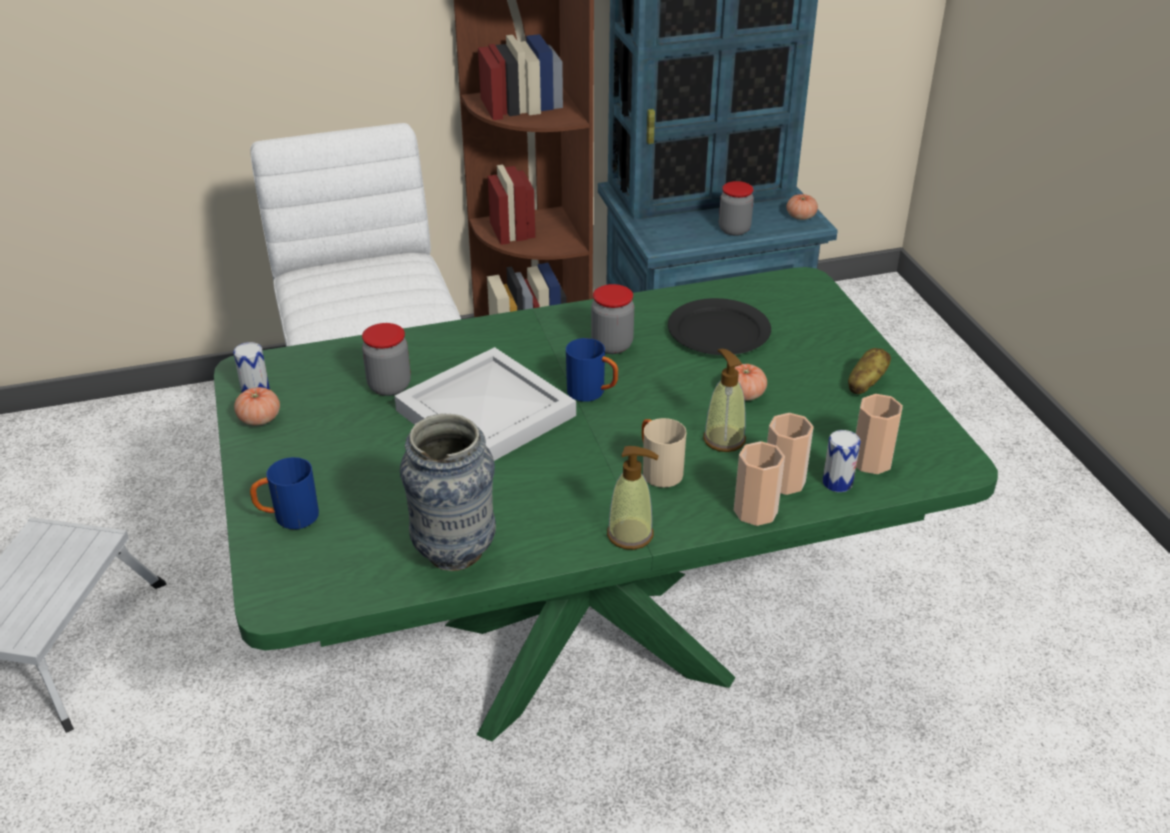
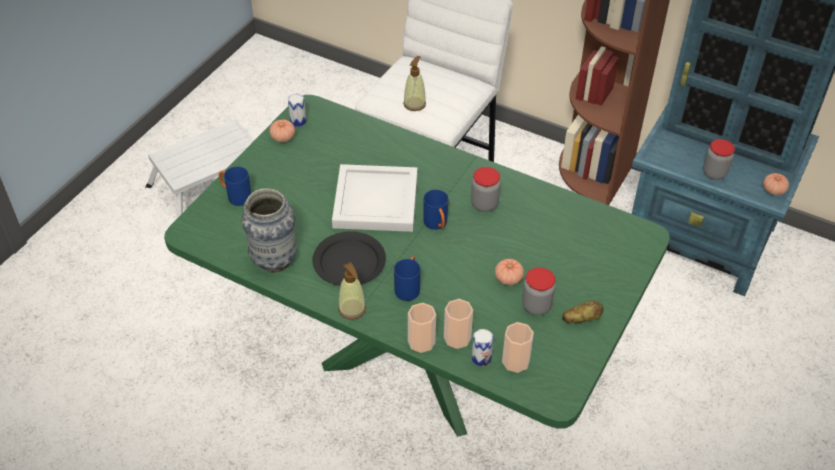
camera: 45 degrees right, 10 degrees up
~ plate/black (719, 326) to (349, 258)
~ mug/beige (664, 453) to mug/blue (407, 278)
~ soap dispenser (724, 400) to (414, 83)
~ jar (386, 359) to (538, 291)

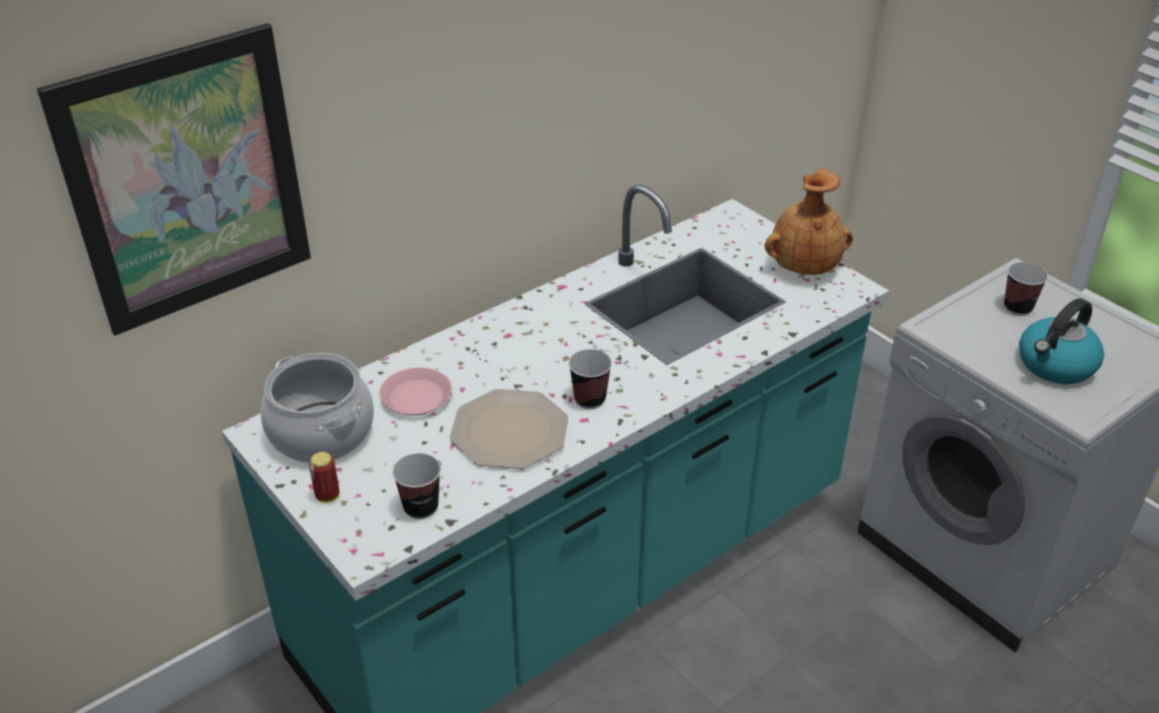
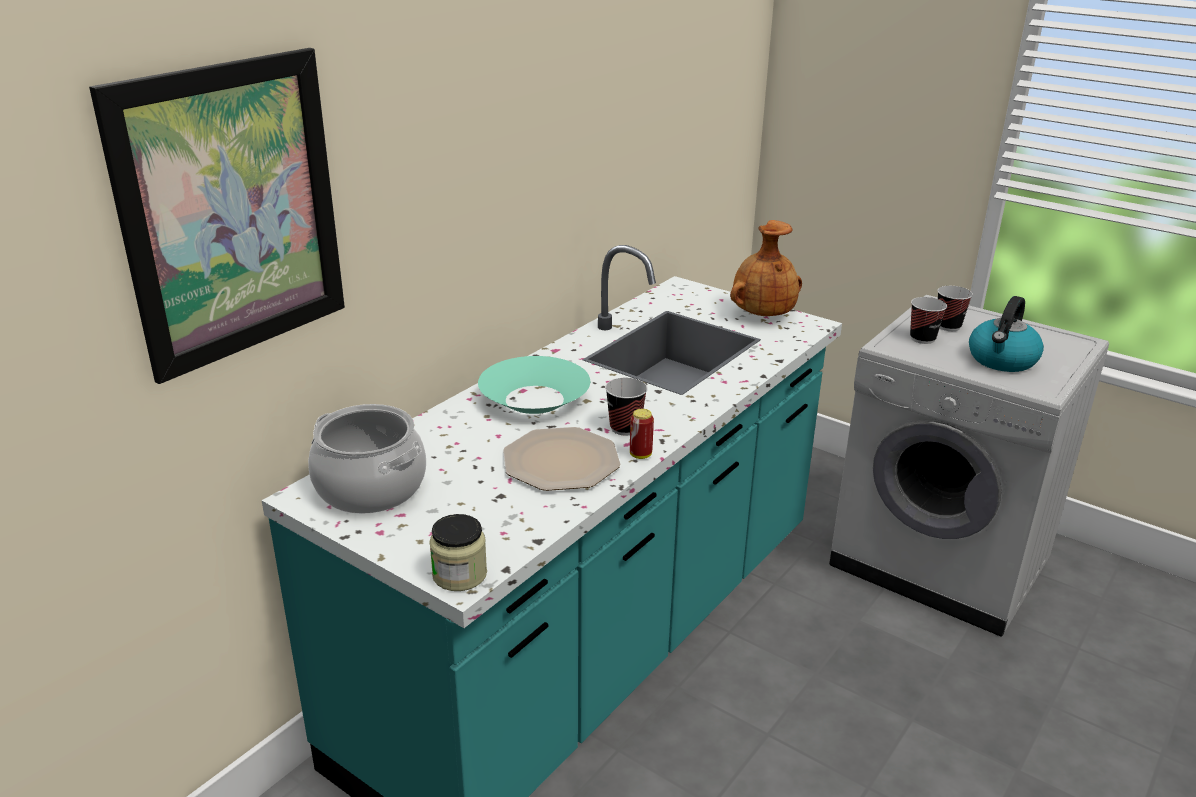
camera: 15 degrees left, 10 degrees down
+ jar (458, 552)
+ bowl/turquoise (534, 385)
~ can (324, 477) to (642, 434)
~ cup (416, 486) to (928, 320)
- plate/pink (415, 392)

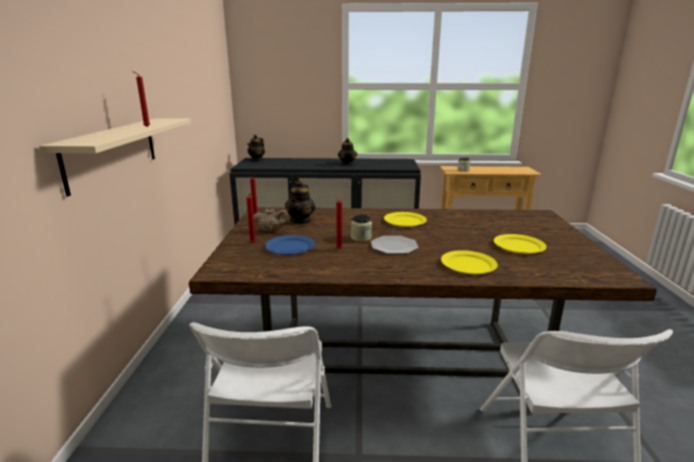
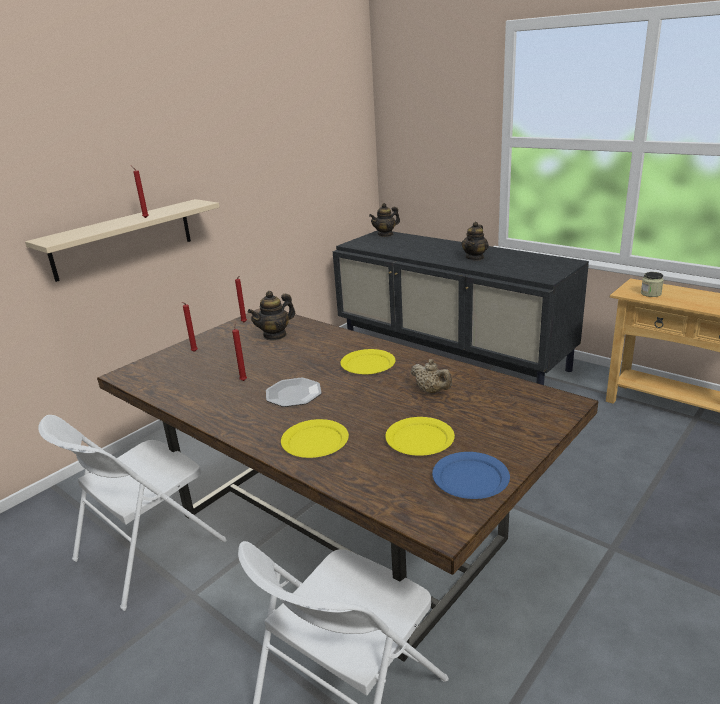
camera: 40 degrees right, 5 degrees up
~ teapot/beige (271, 219) to (431, 376)
~ plate/blue (290, 245) to (471, 475)
- jar (361, 228)

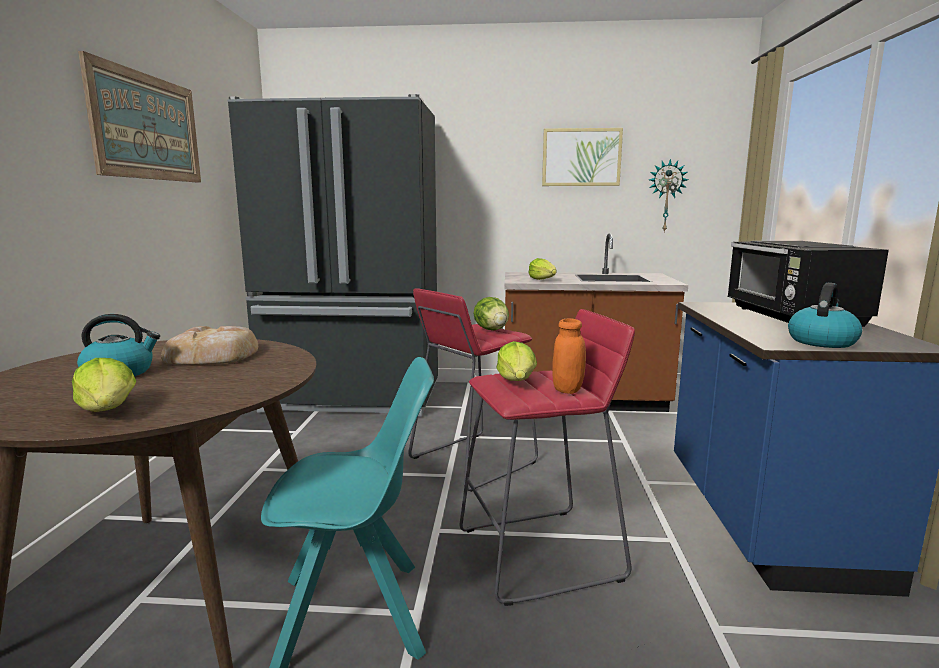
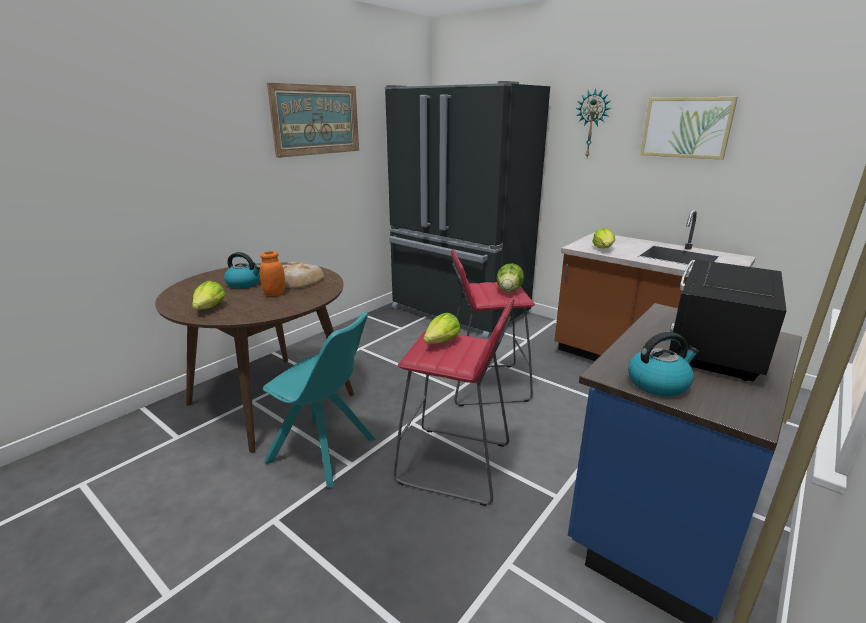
camera: 35 degrees right, 10 degrees up
~ jar/orange (569, 356) to (272, 273)
~ wall clock (669, 196) to (593, 122)

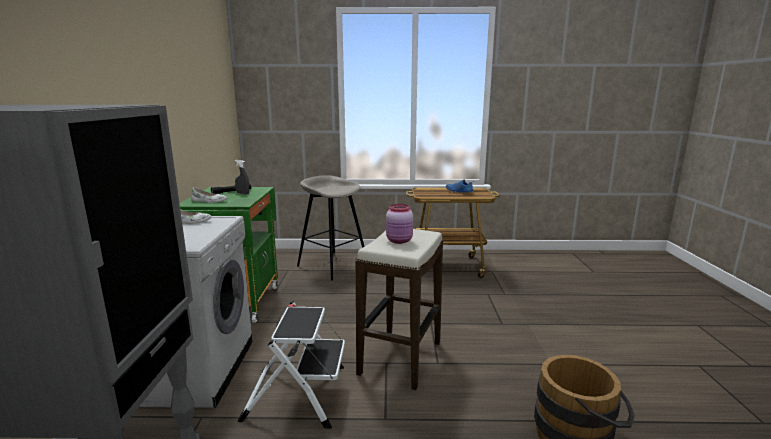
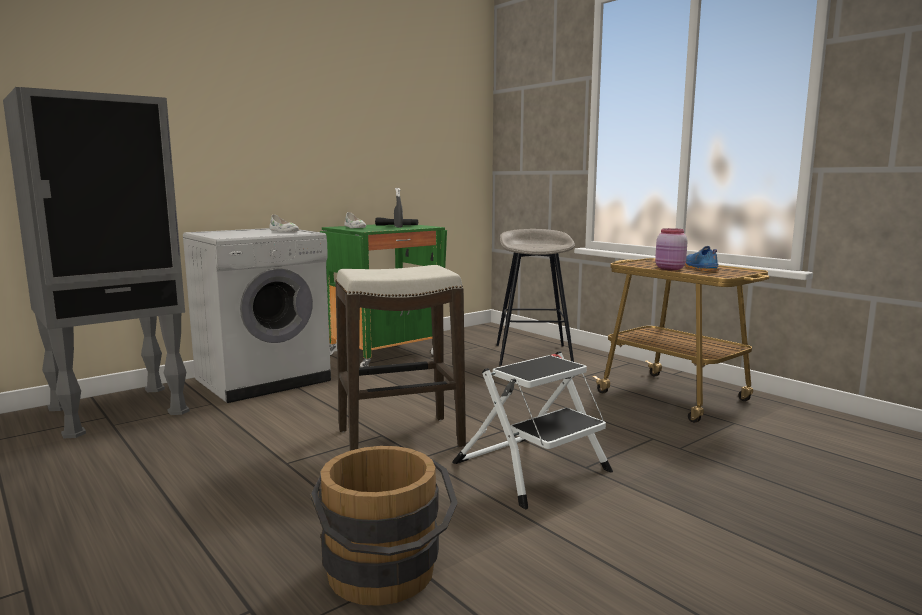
camera: 50 degrees right, 5 degrees down
~ step ladder (291, 365) to (532, 430)
~ jar/pink (399, 224) to (671, 249)

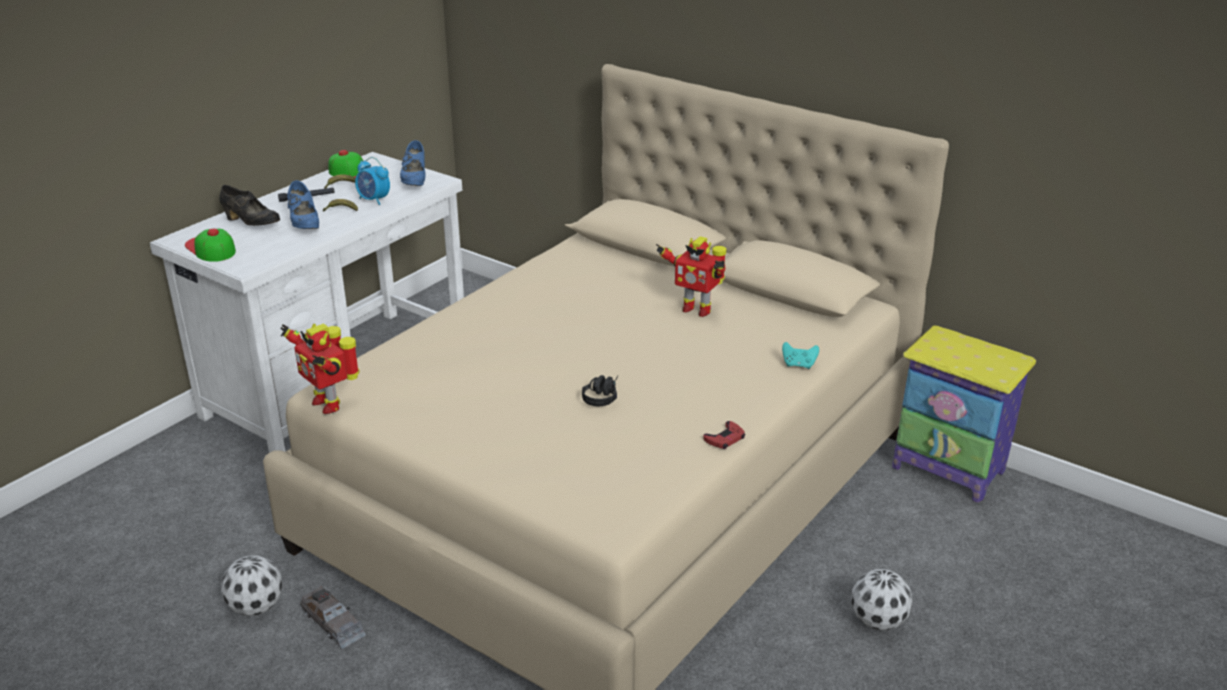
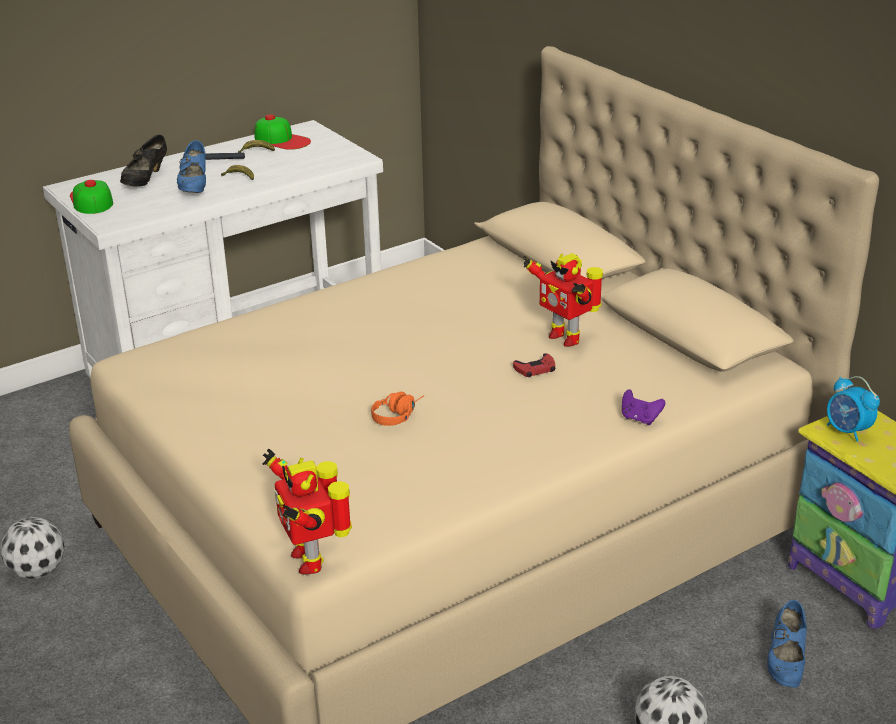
camera: 20 degrees right, 0 degrees up
~ shoe/black (249, 205) = (143, 161) 60 degrees clockwise
~ toy robot (320, 369) to (307, 512)
~ headphones/black (600, 391) to headphones/orange (397, 409)
~ game controller/red (724, 435) to (534, 365)
~ game controller/turquoise (800, 355) to game controller/purple (643, 407)
~ shoe/blue (412, 163) to (787, 644)
~ alarm clock (372, 181) to (853, 409)
- toy car/grey (333, 617)

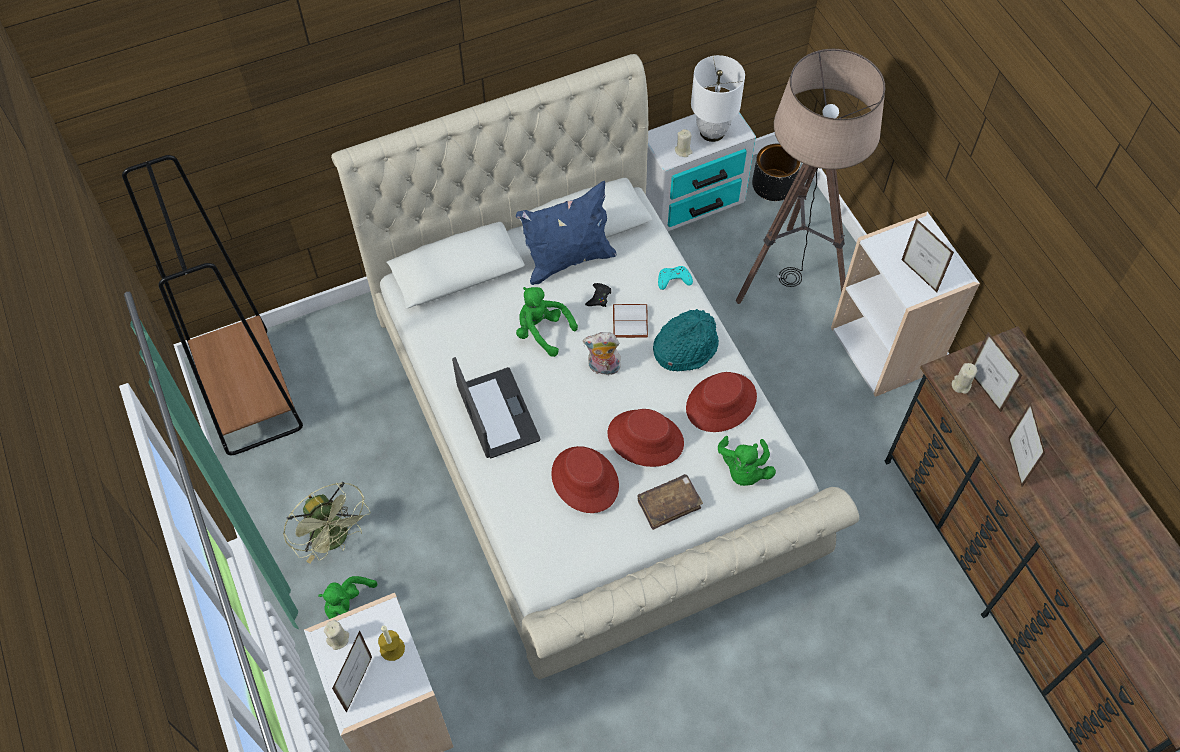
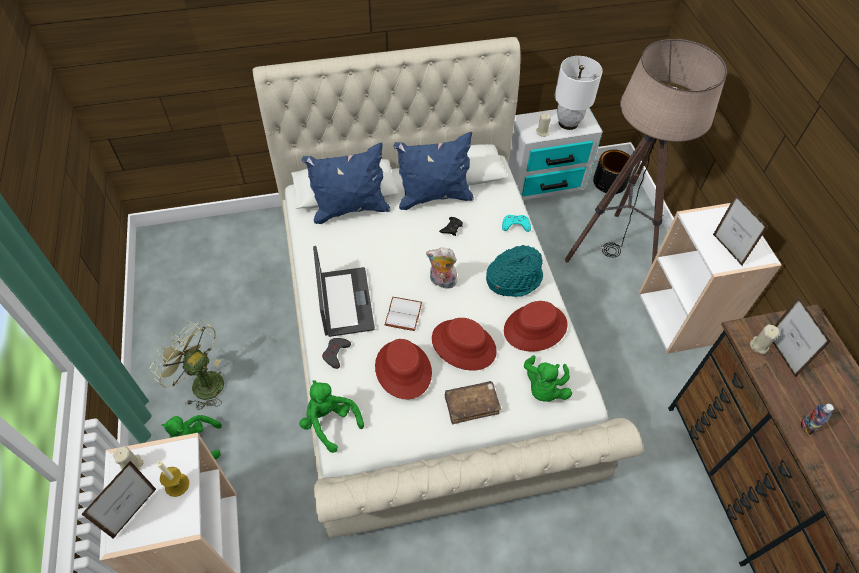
camera: 10 degrees right, 5 degrees down
~ fan/green (327, 522) = (187, 365) 150 degrees clockwise
~ plush toy/green (547, 322) to (331, 416)
+ pillow/blue (346, 183)
+ game controller/grey (336, 353)
~ book/white (630, 321) to (403, 314)
~ picture frame (1026, 444) to bottle (817, 419)
- clothes rack (212, 305)

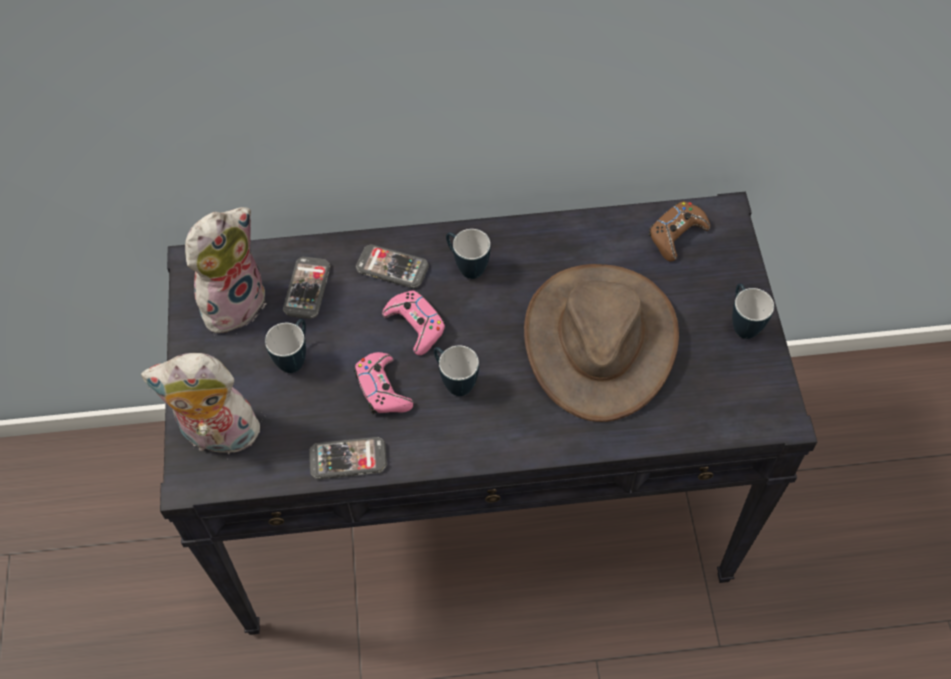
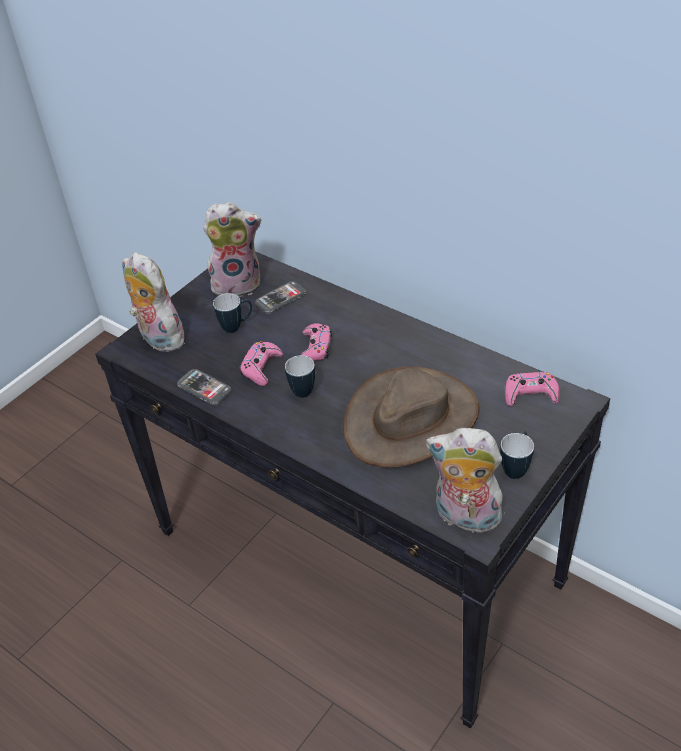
camera: 45 degrees right, 15 degrees down
+ plush toy (466, 482)
~ game controller/brown (679, 231) to game controller/pink (532, 389)
- phone (392, 266)
- mug (468, 254)

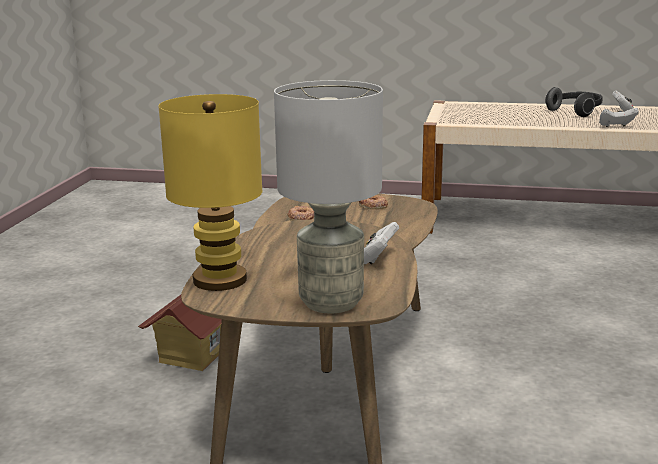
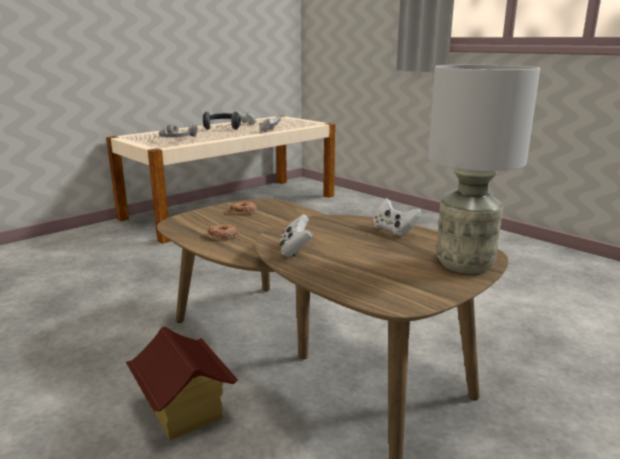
camera: 55 degrees left, 0 degrees up
+ headphones/grey (178, 131)
+ game controller/white (296, 235)
- table lamp/yellow (210, 192)

